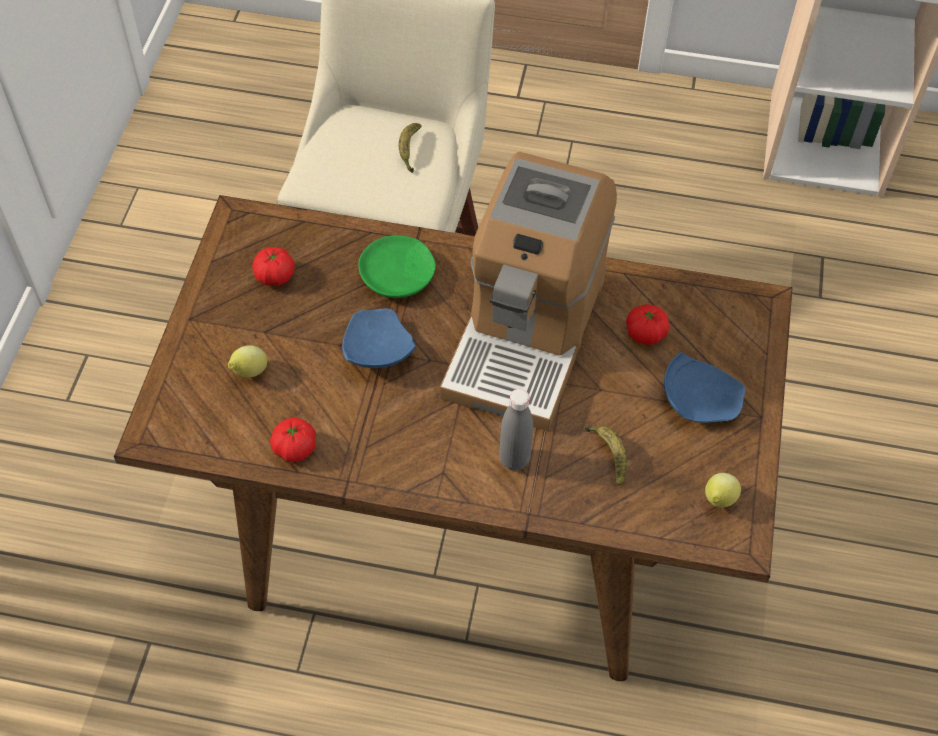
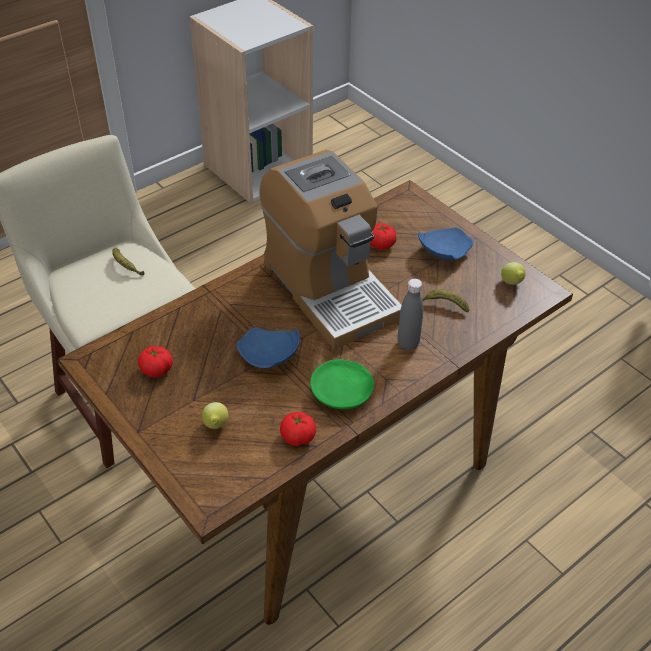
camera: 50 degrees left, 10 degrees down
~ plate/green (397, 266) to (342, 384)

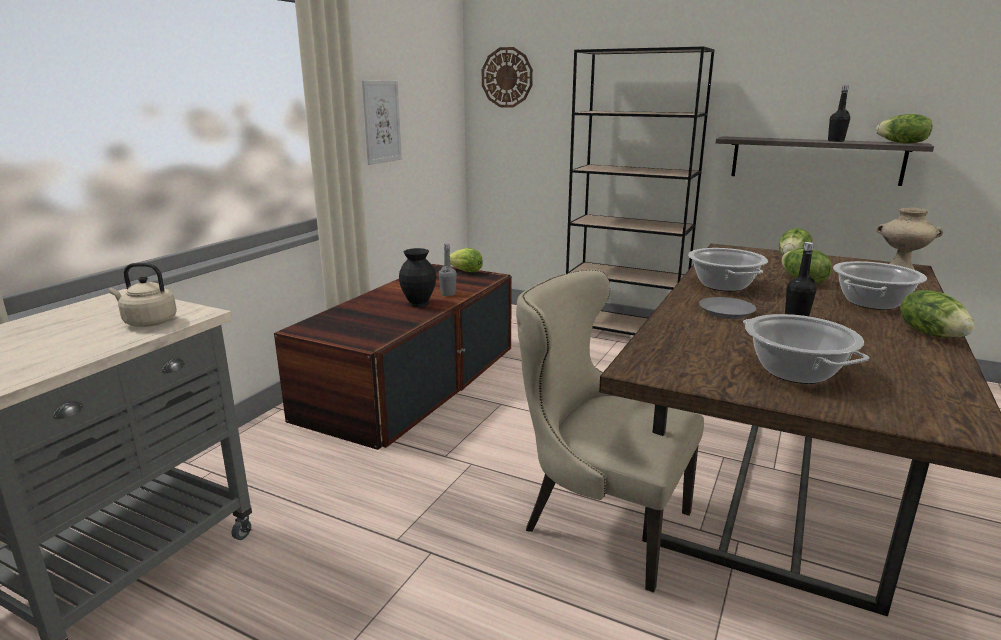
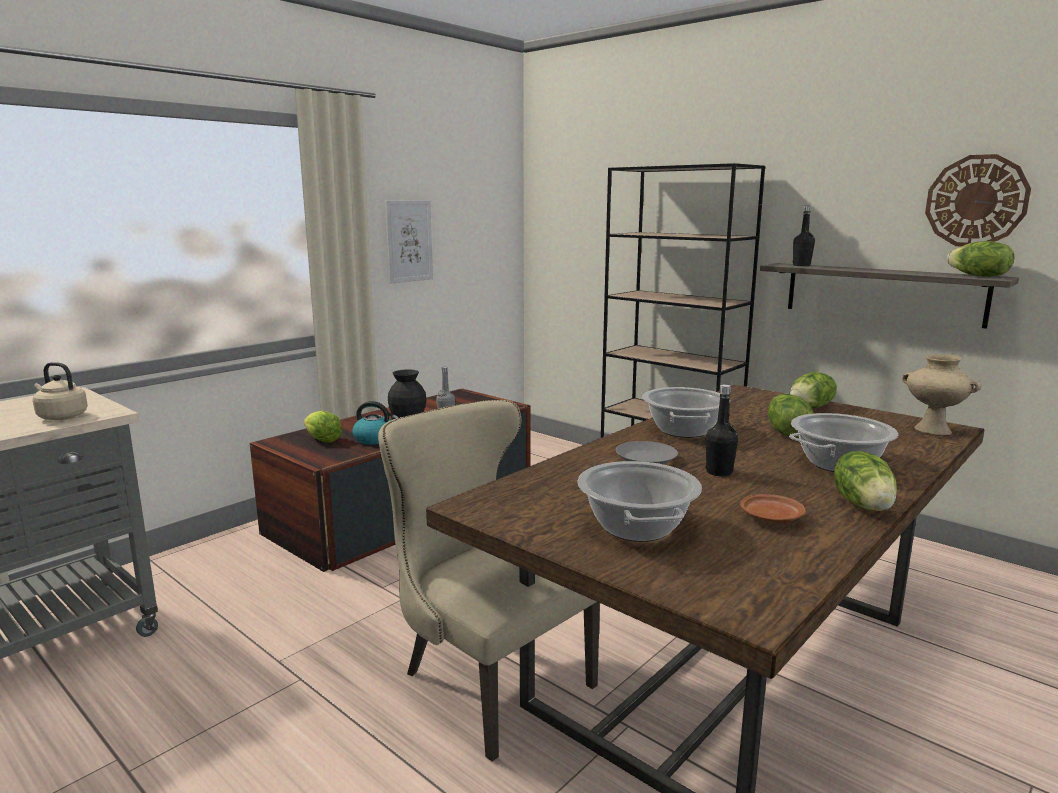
camera: 15 degrees right, 5 degrees down
~ lettuce (466, 260) to (323, 427)
+ kettle (375, 423)
+ plate/brown (772, 508)
~ bottle/black (839, 113) to (804, 236)
~ wall clock (507, 77) to (978, 200)

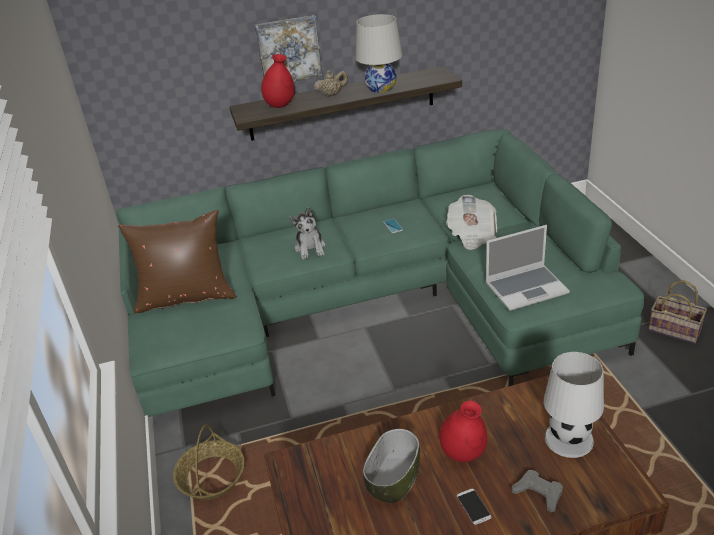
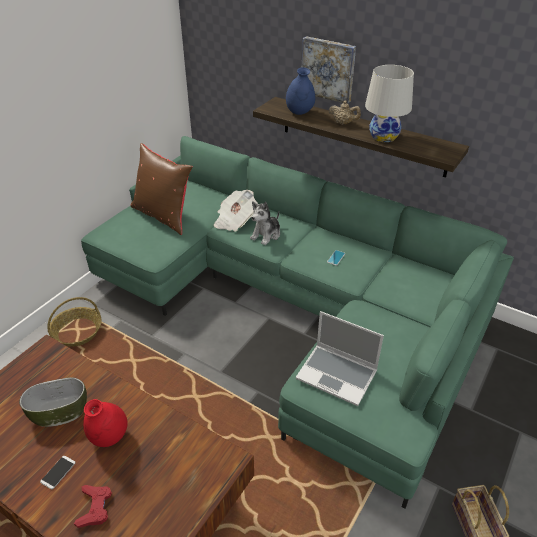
camera: 45 degrees right, 5 degrees up
~ game controller/grey (537, 491) to game controller/red (93, 506)
~ newspaper (471, 222) to (236, 211)
~ vase/red (278, 81) to vase/blue (300, 91)
- table lamp/white (574, 405)

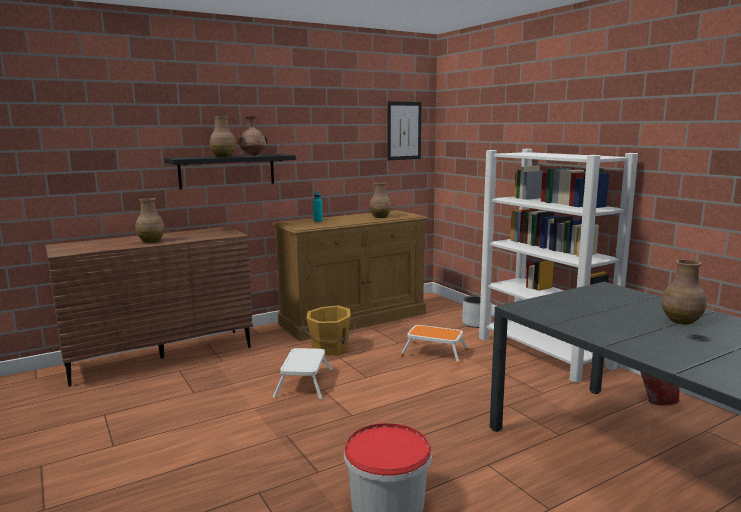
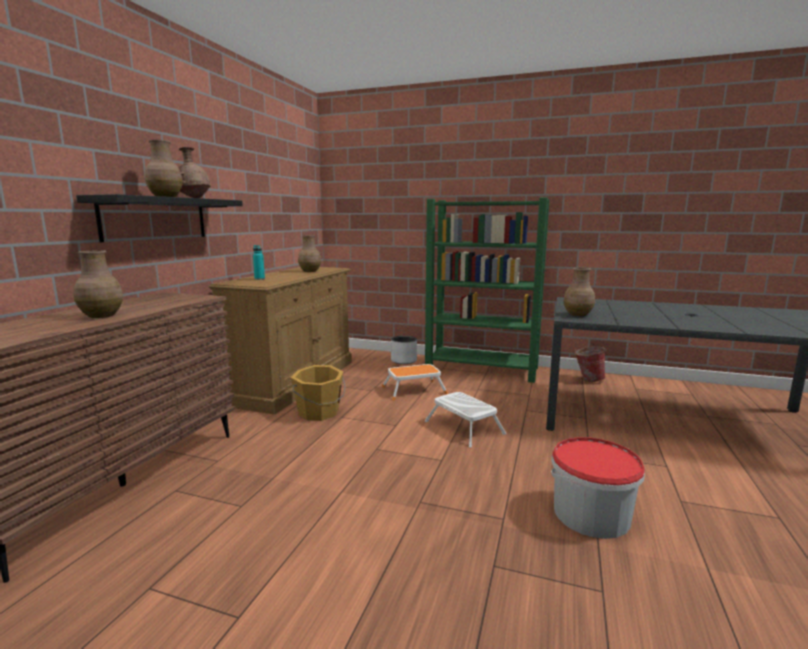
camera: 40 degrees left, 0 degrees up
~ bookcase/white (558, 266) to bookcase/green (487, 290)
~ step ladder/white (302, 373) to (465, 420)
~ vase/brown (684, 292) to (579, 292)
- picture (404, 130)

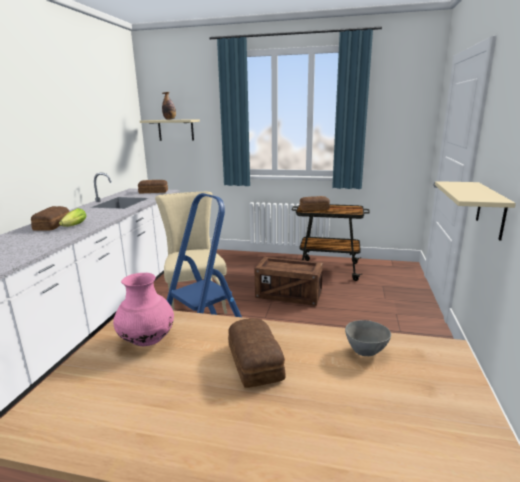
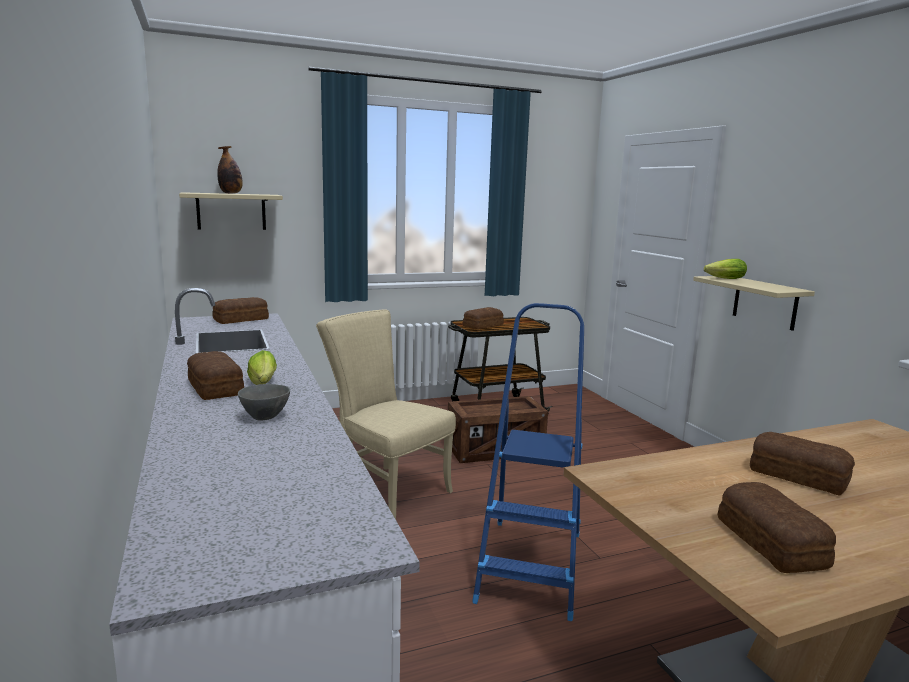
camera: 35 degrees left, 5 degrees down
~ bowl/grey (368, 338) to (264, 402)
+ lettuce (725, 269)
+ bread (777, 527)
- vase/pink (143, 309)

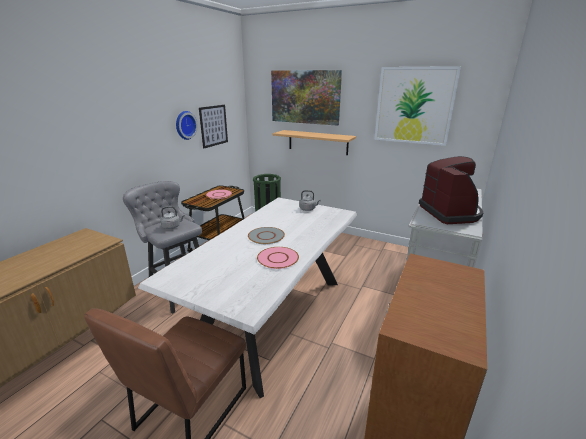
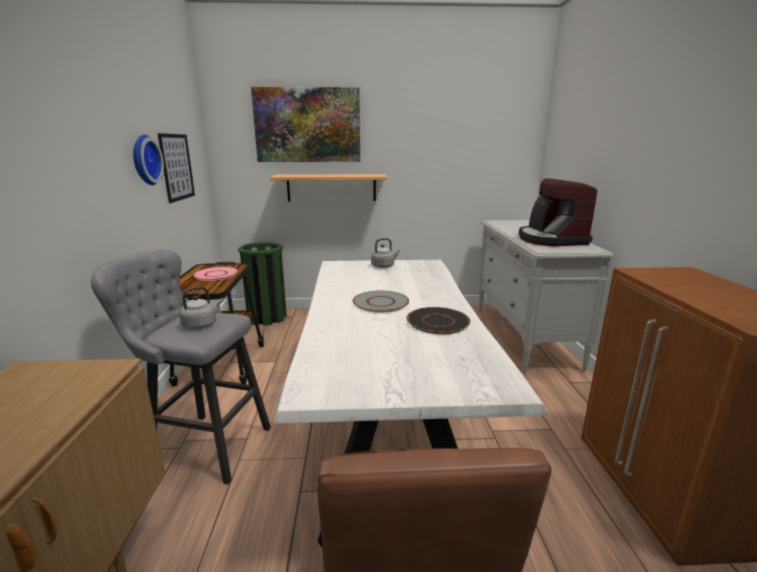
camera: 30 degrees left, 5 degrees down
~ plate/pink (278, 258) to plate/black (439, 320)
~ coffee machine (451, 190) = (558, 212) 150 degrees counterclockwise
- picture (417, 106)

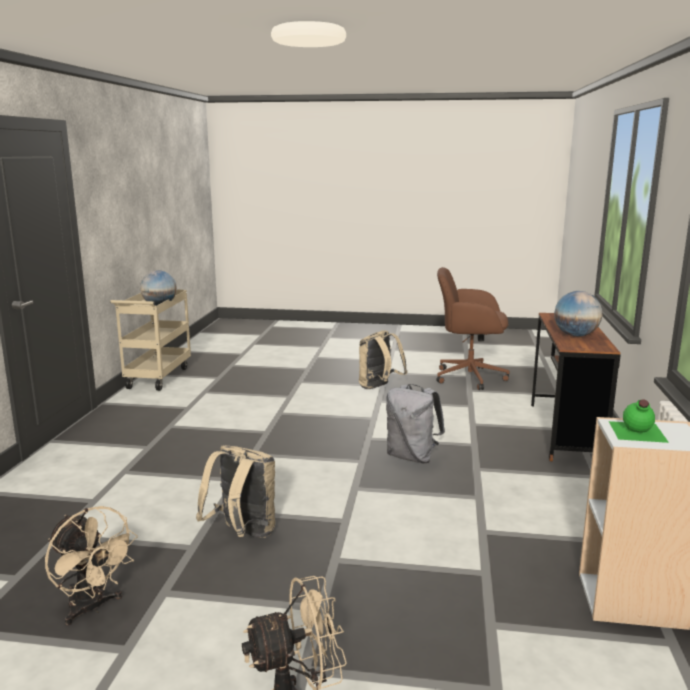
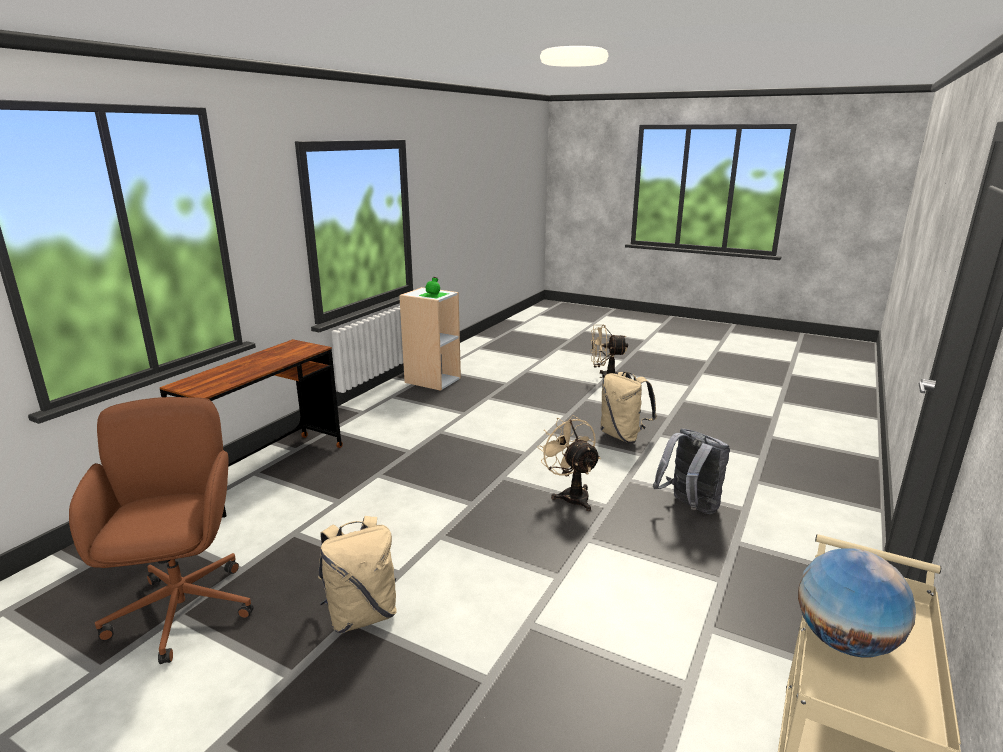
camera: 160 degrees left, 5 degrees up
~ office chair/brown (473, 328) = (161, 530) 135 degrees counterclockwise
~ fan/beige (91, 566) to (569, 463)
~ backpack/grey (415, 423) to (691, 471)
- globe (578, 314)

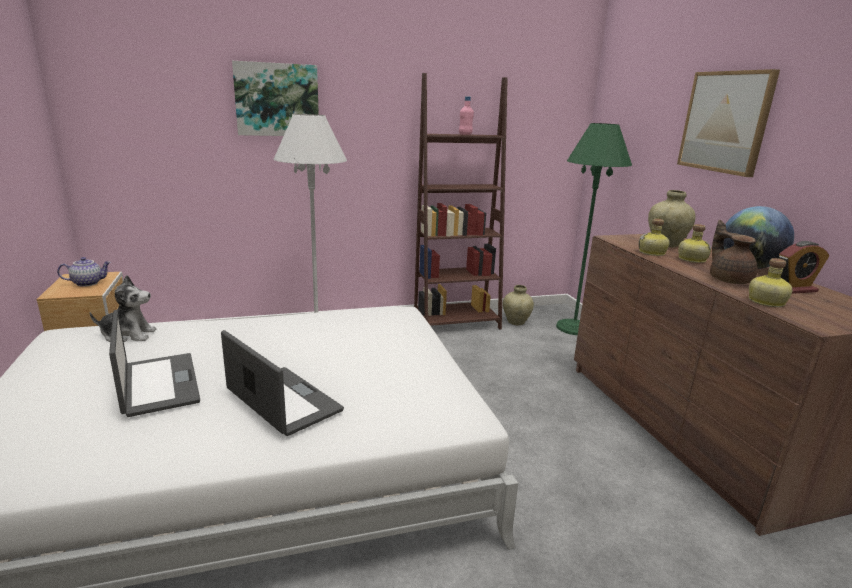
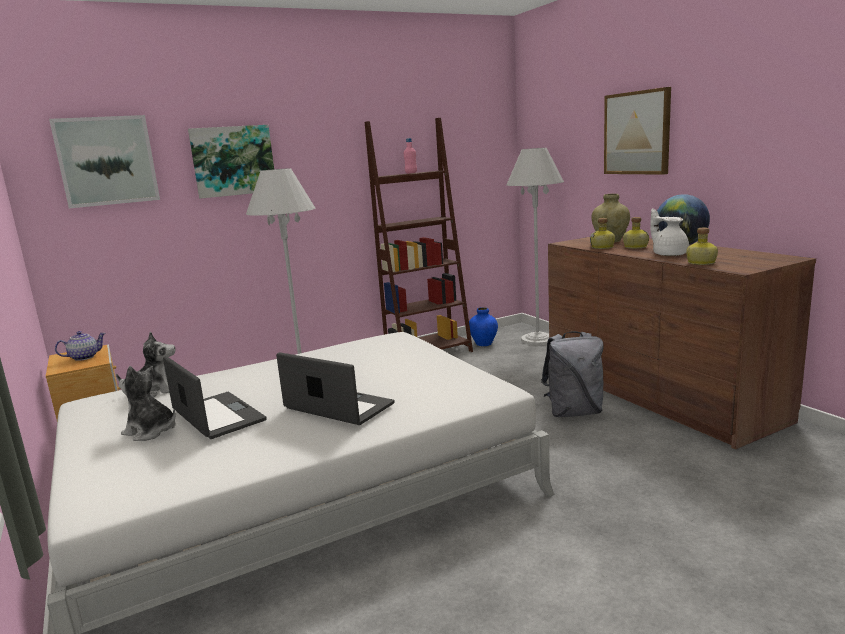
camera: 10 degrees left, 5 degrees down
+ picture (104, 161)
+ plush toy (147, 403)
~ vase/beige (518, 305) to vase/blue (483, 326)
~ floor lamp/green (594, 229) to floor lamp/white (535, 246)
+ backpack/grey (572, 374)
~ teapot/brown (734, 252) to teapot/white (669, 232)
- alarm clock (804, 267)

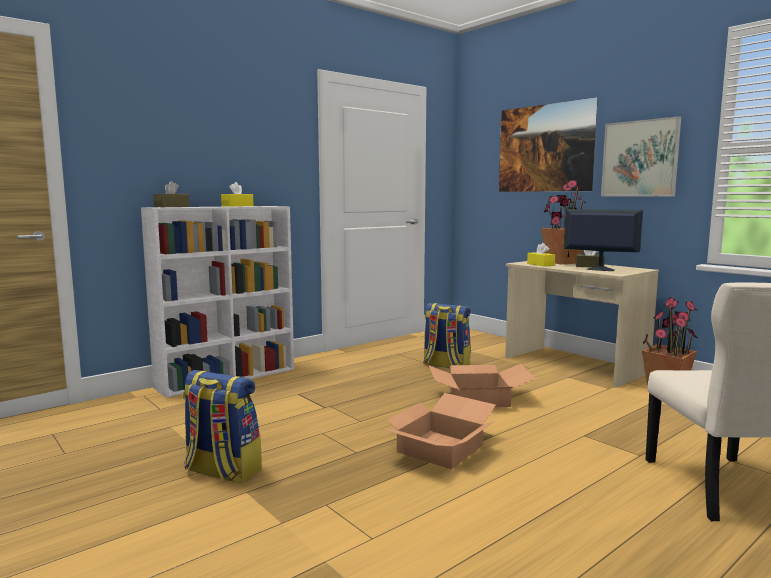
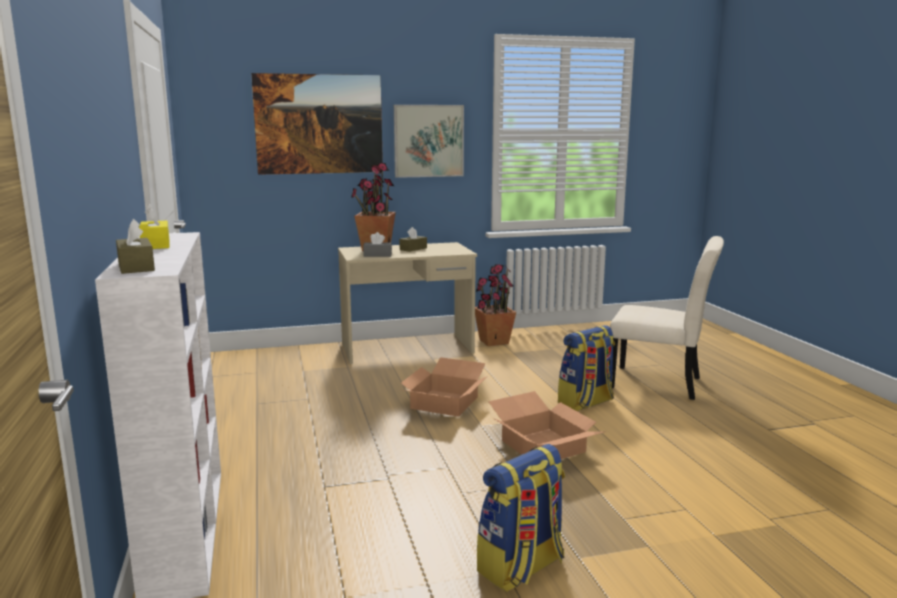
camera: 65 degrees left, 5 degrees up
~ tissue box/yellow (541, 255) to tissue box/grey (377, 244)
~ backpack (447, 335) to (586, 368)
- monitor (603, 240)

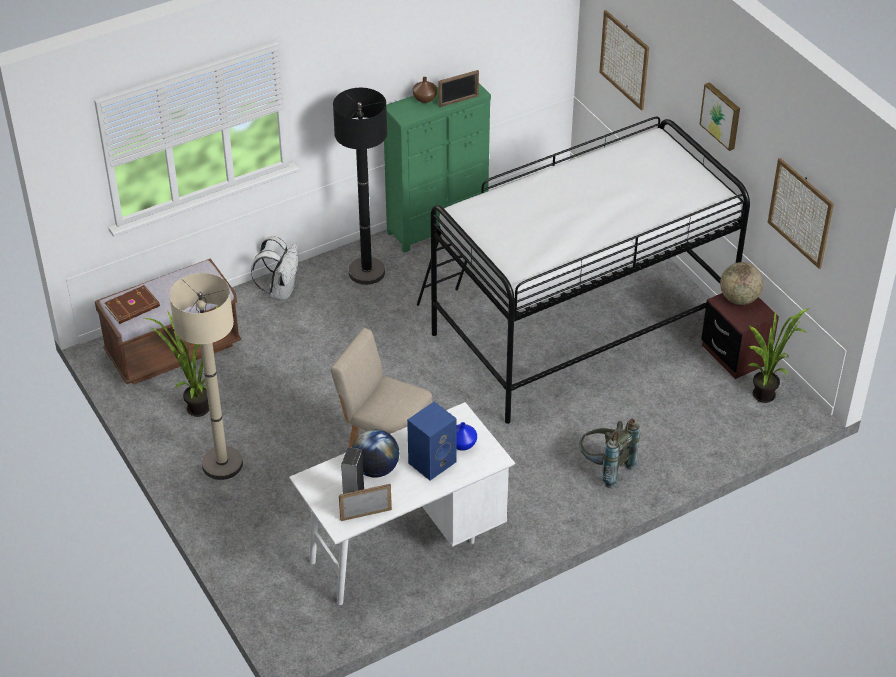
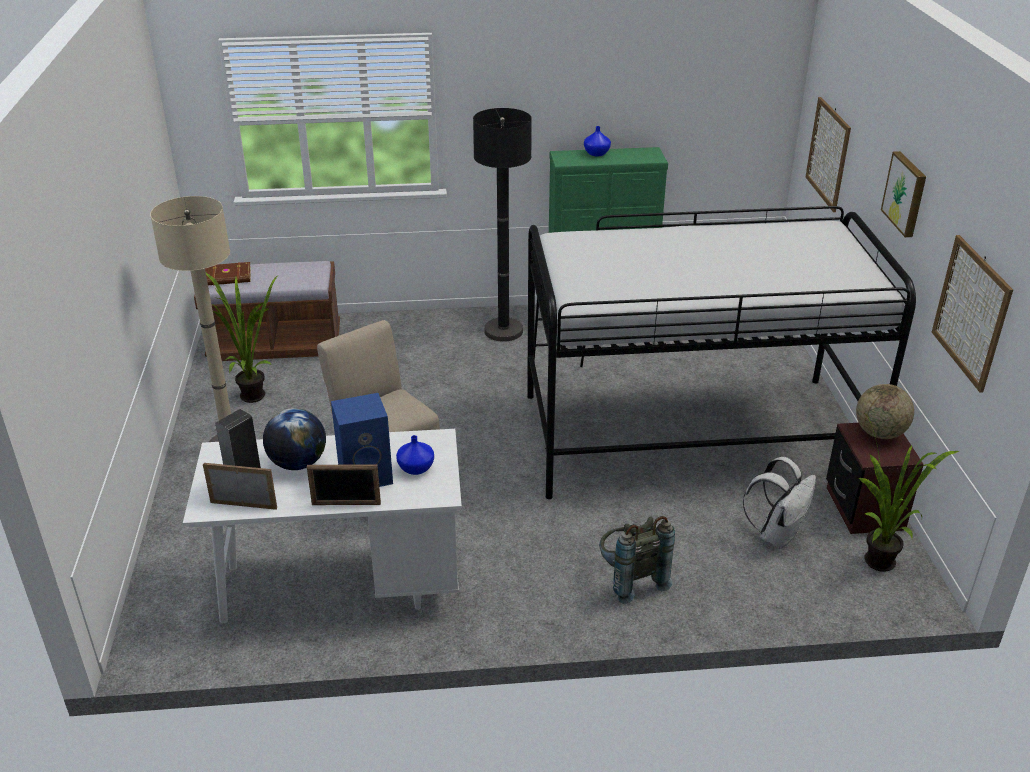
camera: 25 degrees right, 10 degrees down
~ picture frame (459, 88) to (344, 484)
~ vase/brown (425, 90) to vase/blue (597, 141)
~ backpack/white (274, 268) to (779, 502)

